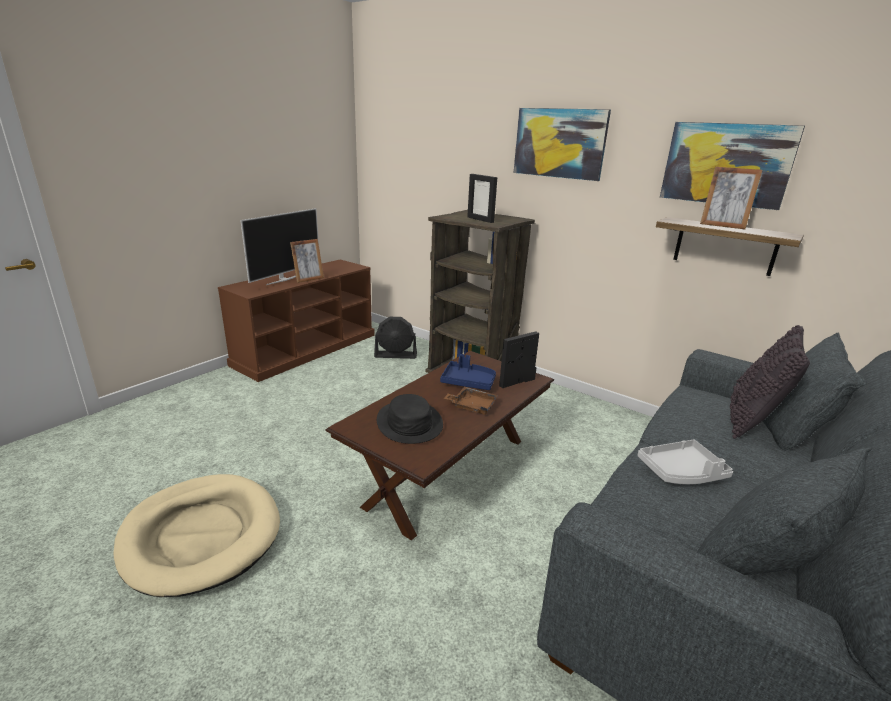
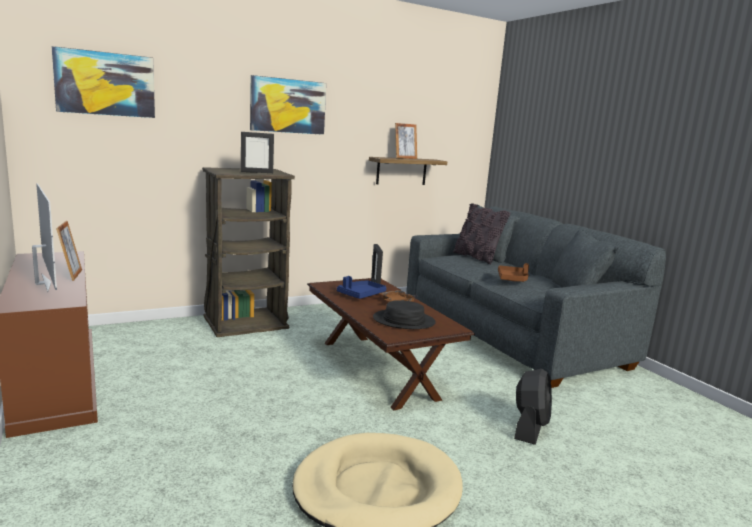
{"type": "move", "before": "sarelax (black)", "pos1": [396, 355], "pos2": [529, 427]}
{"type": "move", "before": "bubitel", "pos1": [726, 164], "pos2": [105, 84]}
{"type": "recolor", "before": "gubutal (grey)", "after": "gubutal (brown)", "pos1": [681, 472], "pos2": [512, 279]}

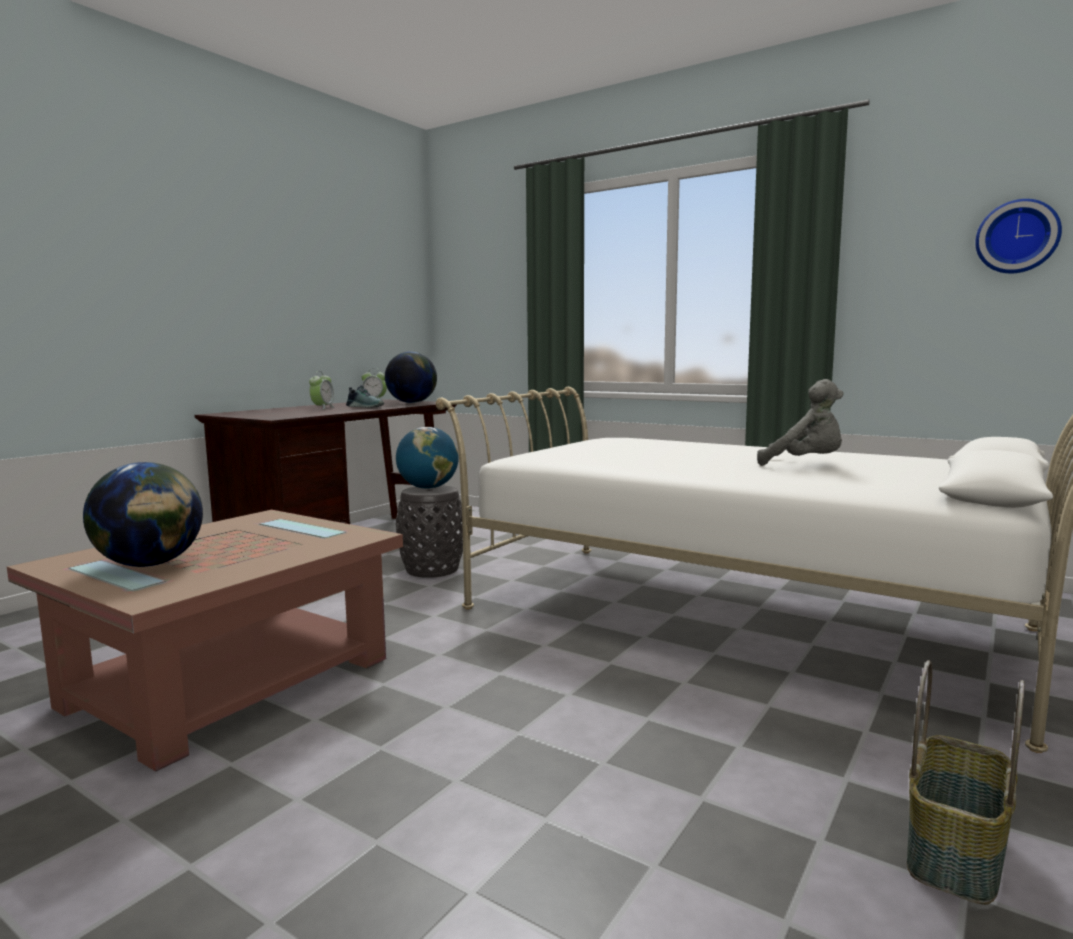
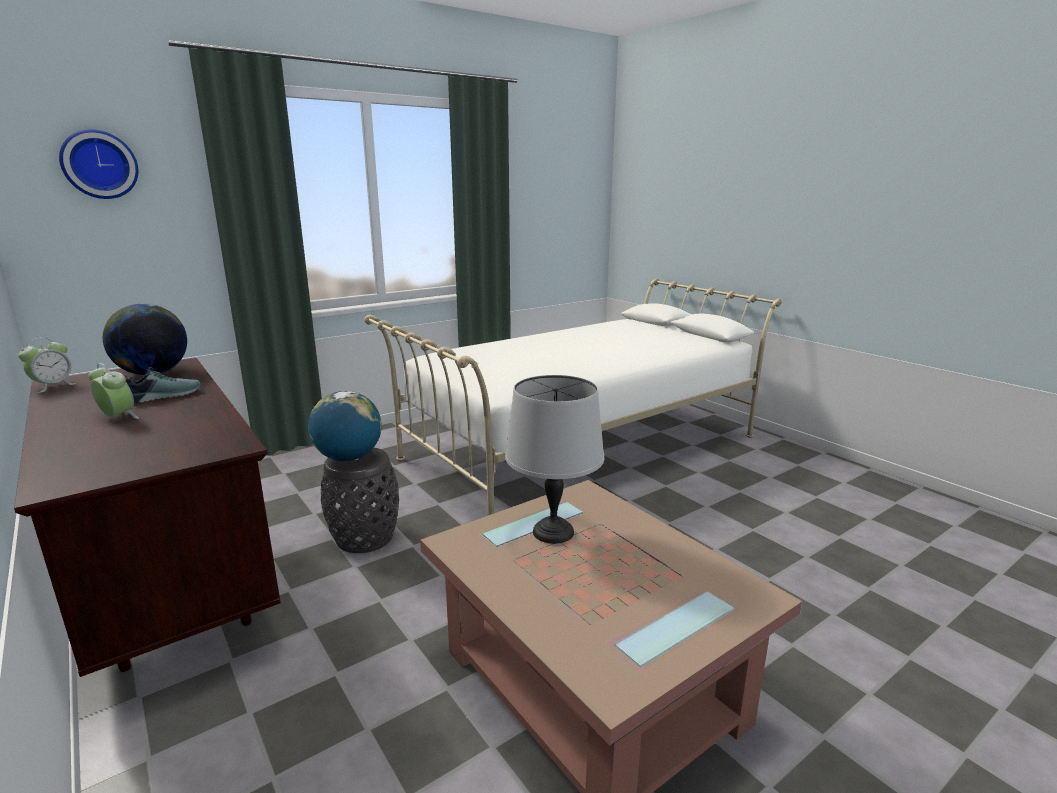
{"type": "delete", "before": "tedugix", "pos1": [150, 564]}
{"type": "delete", "before": "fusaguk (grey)", "pos1": [804, 464]}
{"type": "delete", "before": "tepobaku", "pos1": [957, 853]}
{"type": "insert", "after": "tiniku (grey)", "pos2": [552, 531]}
{"type": "move", "before": "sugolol", "pos1": [1017, 237], "pos2": [99, 164]}

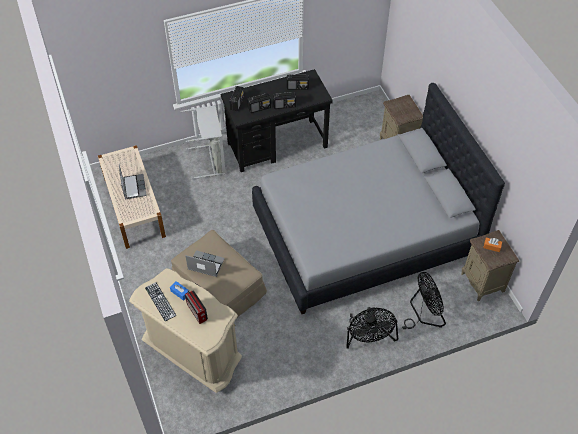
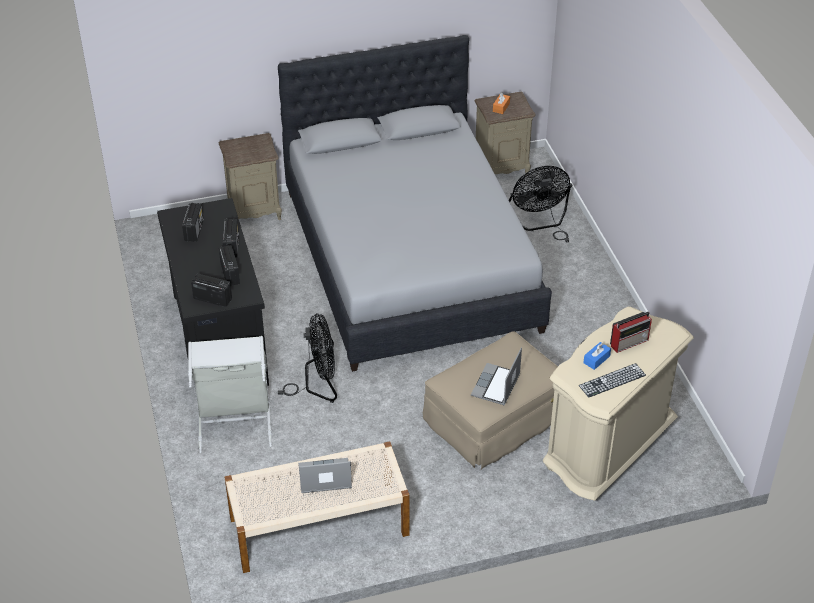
{"type": "move", "before": "sarelax (black)", "pos1": [367, 335], "pos2": [316, 379]}

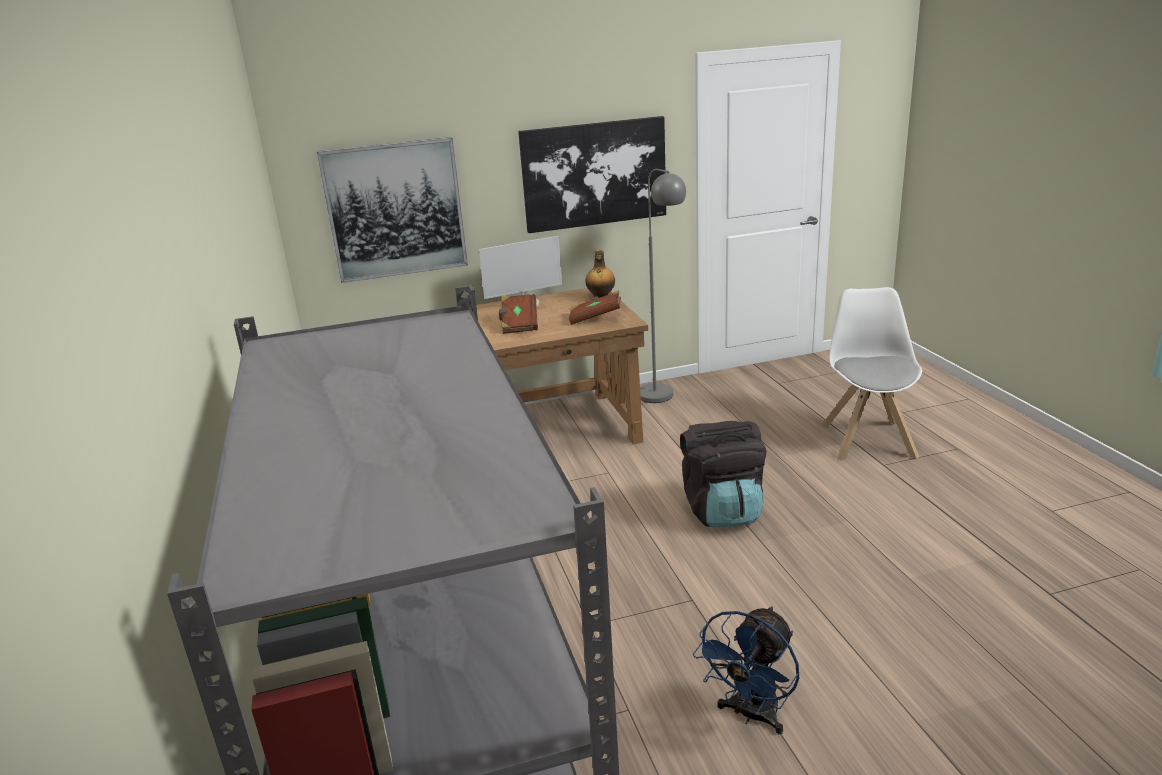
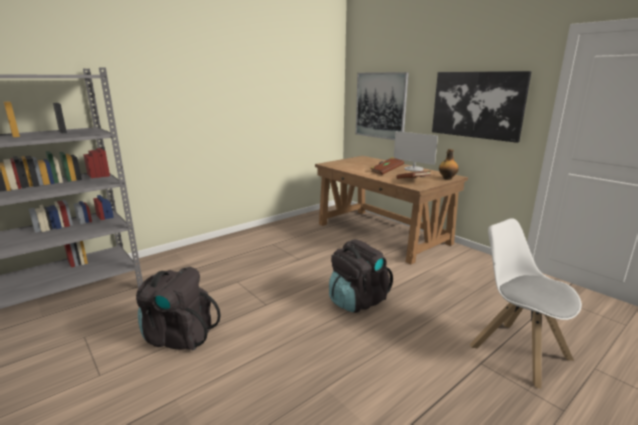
{"type": "delete", "before": "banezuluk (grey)", "pos1": [662, 399]}
{"type": "replace", "before": "sarelax (blue)", "after": "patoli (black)", "pos1": [751, 715], "pos2": [178, 336]}
{"type": "rotate", "before": "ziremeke", "pos1": [868, 438], "pos2": [517, 351], "turn": -105}

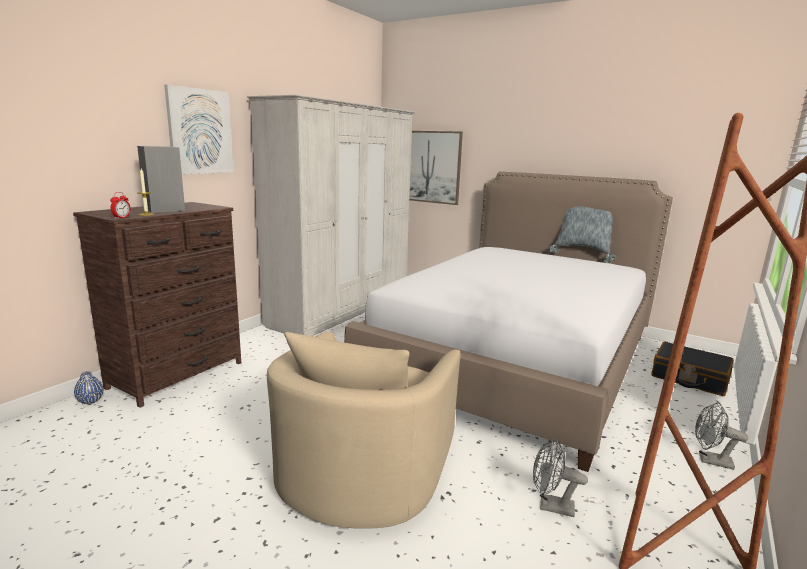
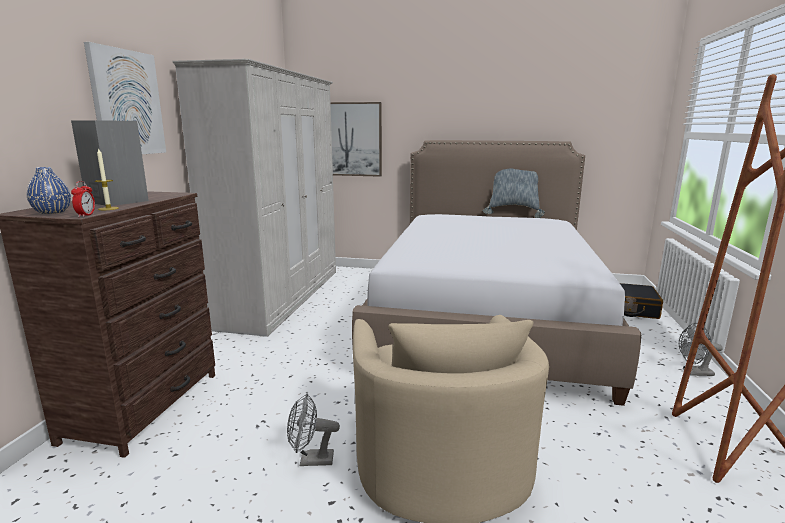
{"type": "move", "before": "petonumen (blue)", "pos1": [90, 400], "pos2": [52, 212]}
{"type": "move", "before": "sarelax (grey)", "pos1": [550, 506], "pos2": [311, 460]}

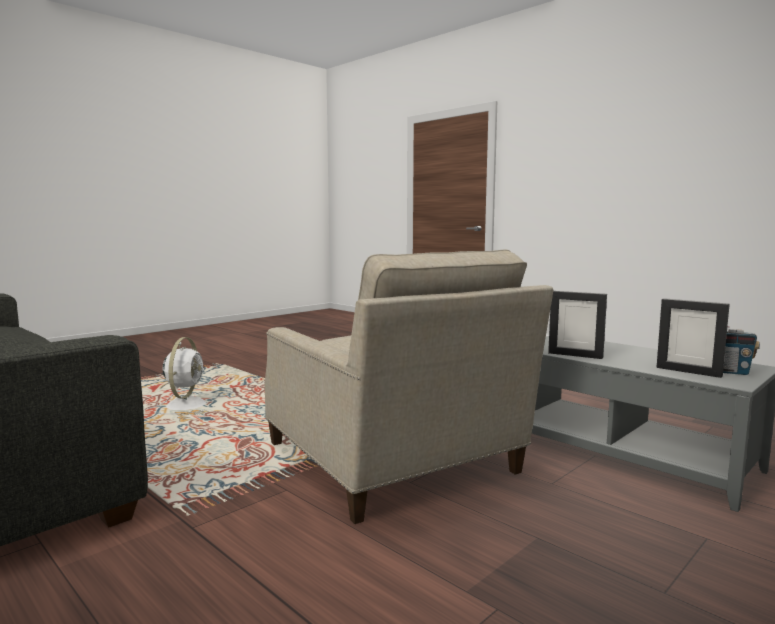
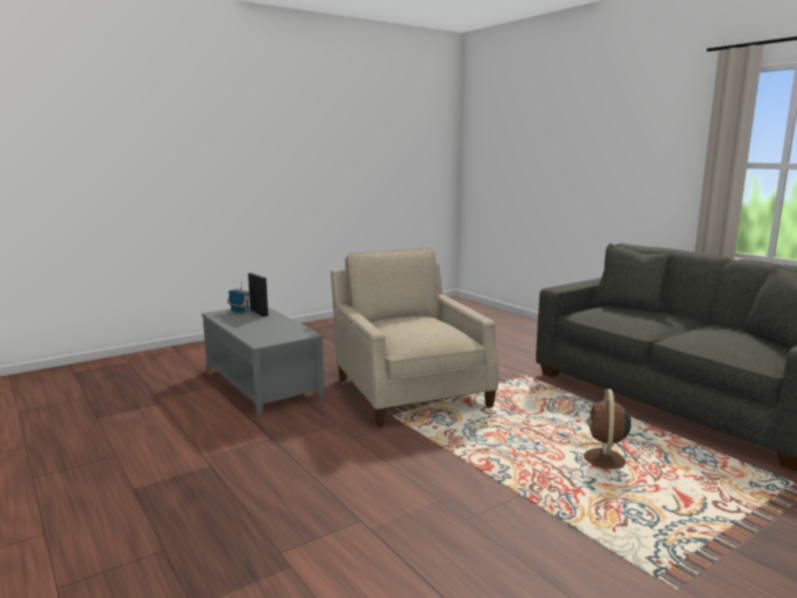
{"type": "delete", "before": "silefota", "pos1": [575, 355]}
{"type": "recolor", "before": "sarelax (white)", "after": "sarelax (brown)", "pos1": [187, 404], "pos2": [604, 460]}

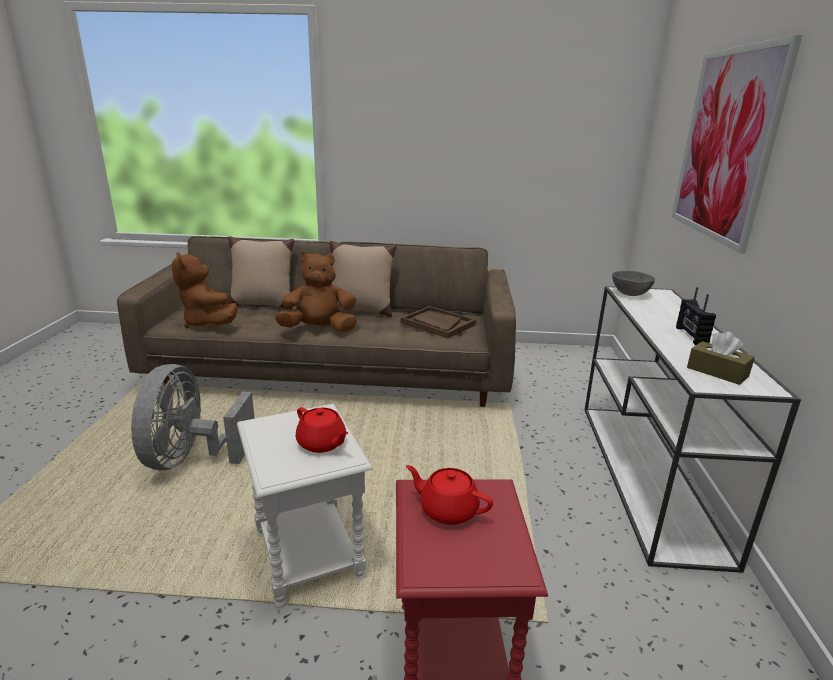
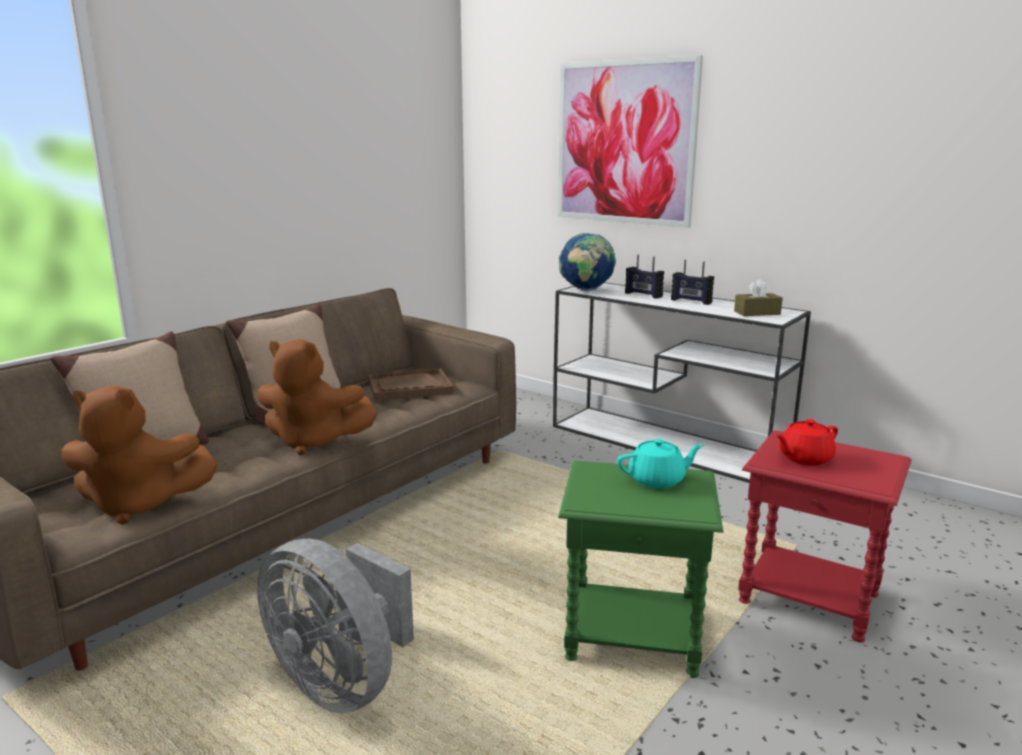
{"type": "insert", "after": "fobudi", "pos2": [643, 295]}
{"type": "replace", "before": "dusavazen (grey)", "after": "tedugix", "pos1": [629, 294], "pos2": [586, 290]}
{"type": "recolor", "before": "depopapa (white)", "after": "depopapa (green)", "pos1": [310, 554], "pos2": [632, 634]}
{"type": "recolor", "before": "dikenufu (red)", "after": "dikenufu (turquoise)", "pos1": [322, 443], "pos2": [657, 480]}
{"type": "rotate", "before": "fusaguk (brown)", "pos1": [319, 329], "pos2": [314, 442], "turn": -105}

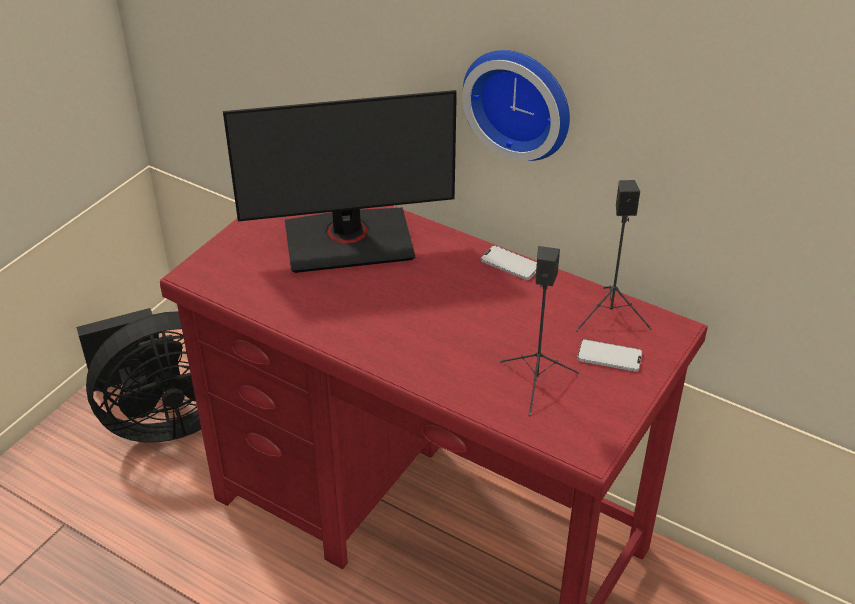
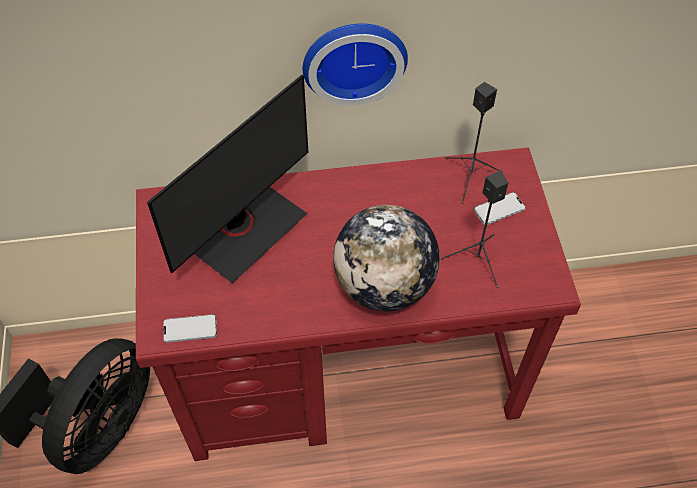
{"type": "insert", "after": "tedugix", "pos2": [384, 285]}
{"type": "move", "before": "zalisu", "pos1": [510, 264], "pos2": [190, 329]}

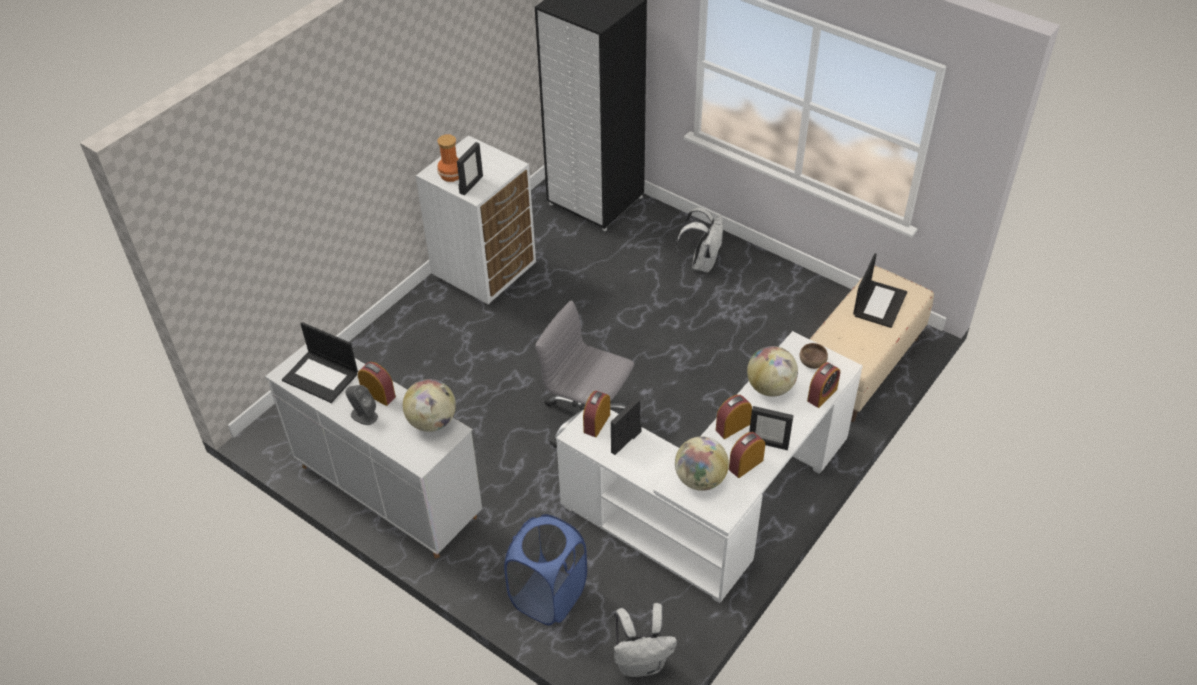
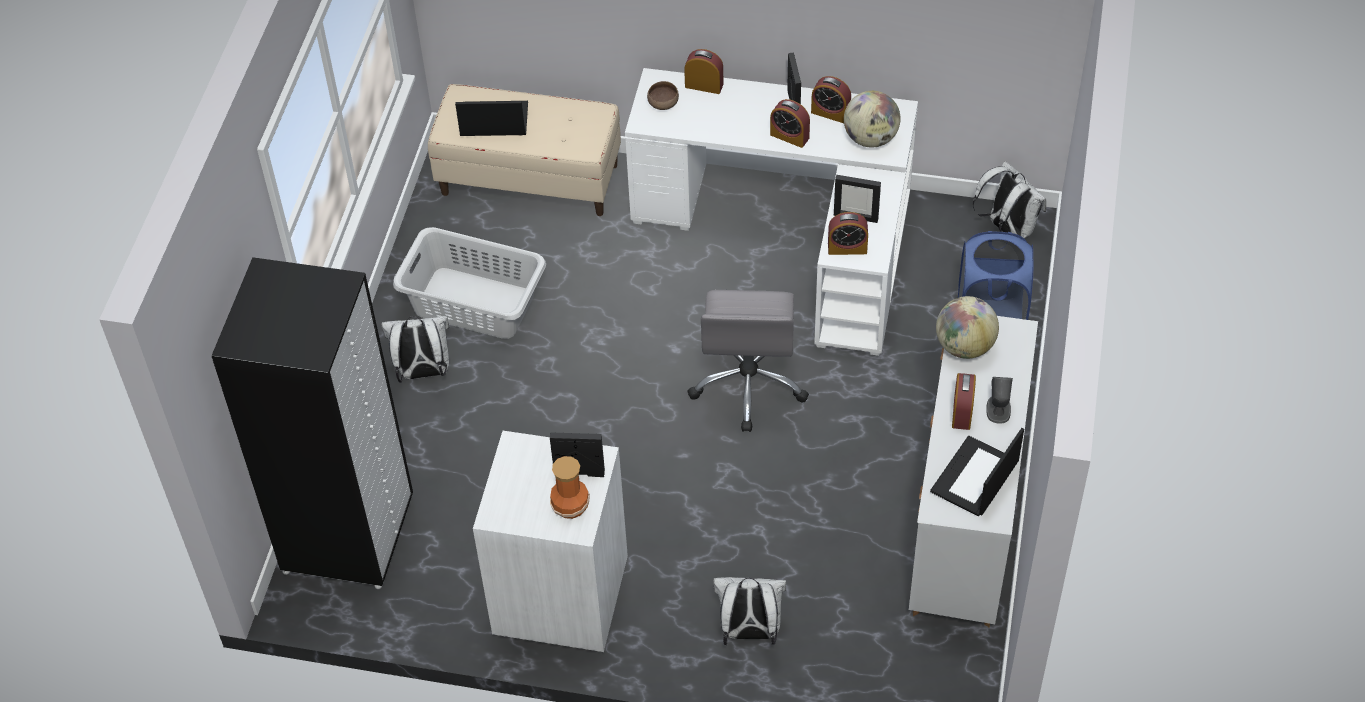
{"type": "delete", "before": "tedugix", "pos1": [770, 387]}
{"type": "insert", "after": "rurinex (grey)", "pos2": [474, 302]}
{"type": "insert", "after": "patoli (white)", "pos2": [749, 632]}
{"type": "rotate", "before": "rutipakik", "pos1": [321, 376], "pos2": [975, 478], "turn": -150}

